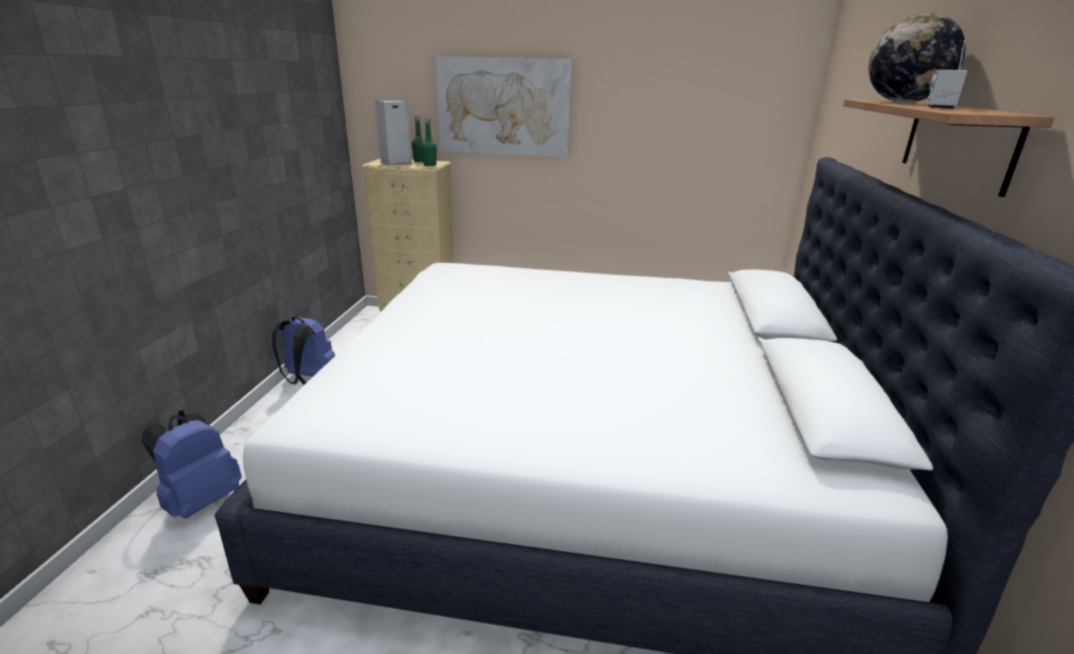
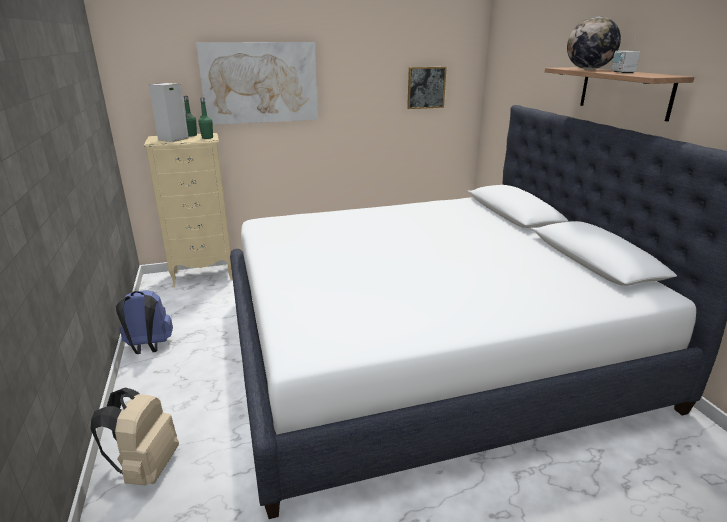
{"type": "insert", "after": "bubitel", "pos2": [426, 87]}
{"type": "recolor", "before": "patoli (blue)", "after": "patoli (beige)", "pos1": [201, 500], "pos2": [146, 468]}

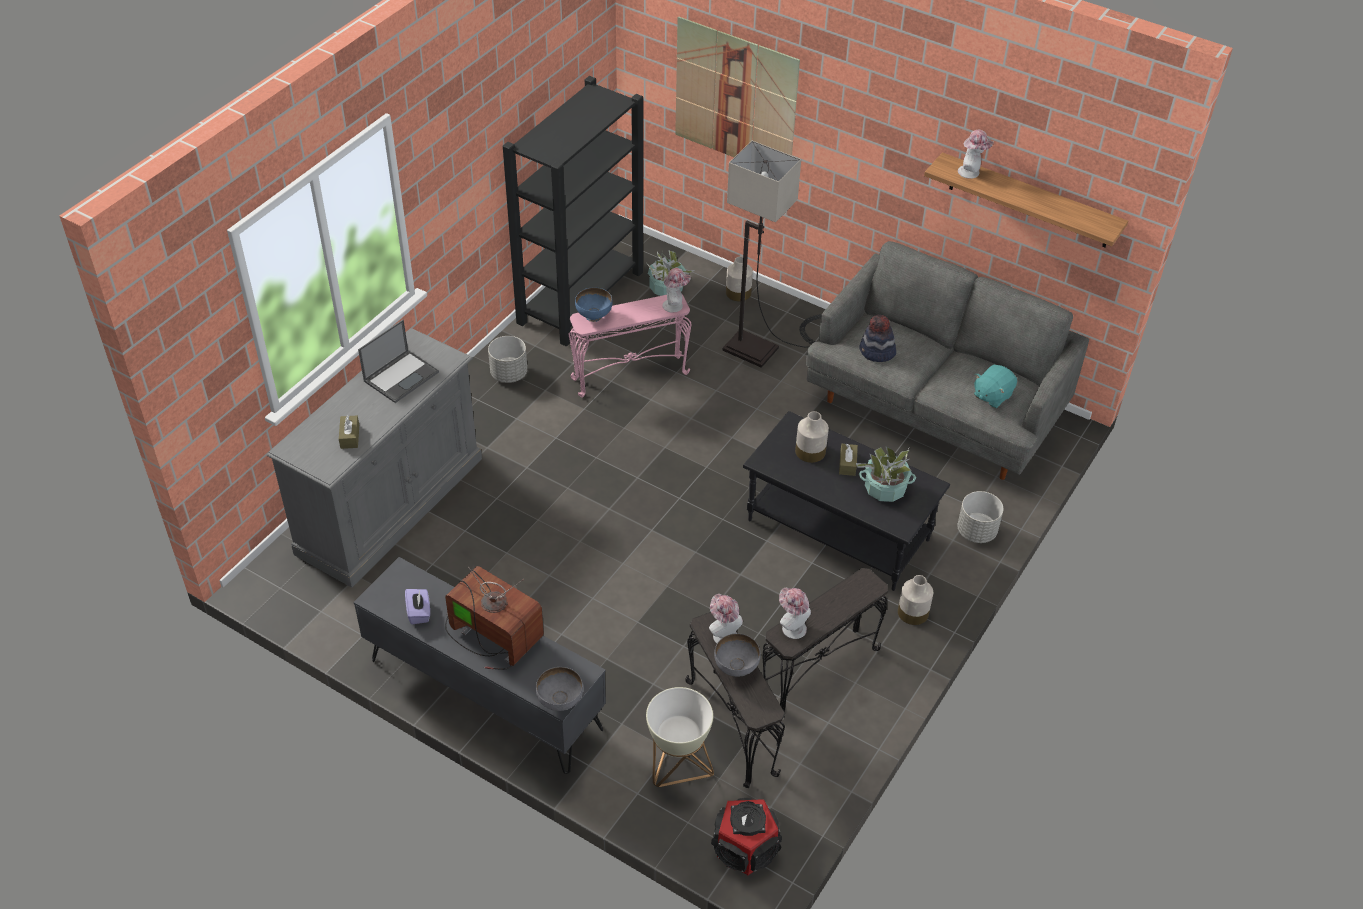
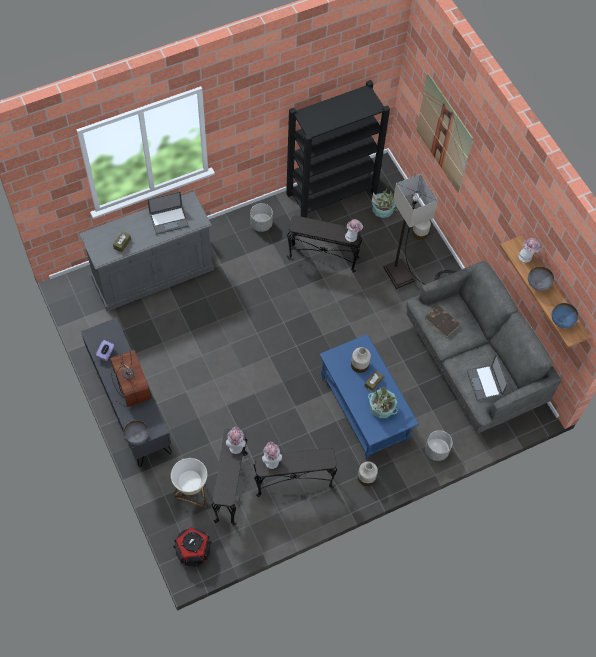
{"type": "move", "before": "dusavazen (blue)", "pos1": [594, 316], "pos2": [561, 322]}
{"type": "move", "before": "dusavazen (grey)", "pos1": [736, 668], "pos2": [538, 285]}
{"type": "replace", "before": "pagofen", "after": "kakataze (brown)", "pos1": [877, 352], "pos2": [442, 322]}
{"type": "replace", "before": "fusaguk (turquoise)", "after": "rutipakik", "pos1": [992, 395], "pos2": [485, 383]}
{"type": "recolor", "before": "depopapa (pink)", "after": "depopapa (black)", "pos1": [630, 377], "pos2": [322, 258]}
{"type": "recolor", "before": "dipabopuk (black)", "after": "dipabopuk (blue)", "pos1": [839, 529], "pos2": [365, 409]}

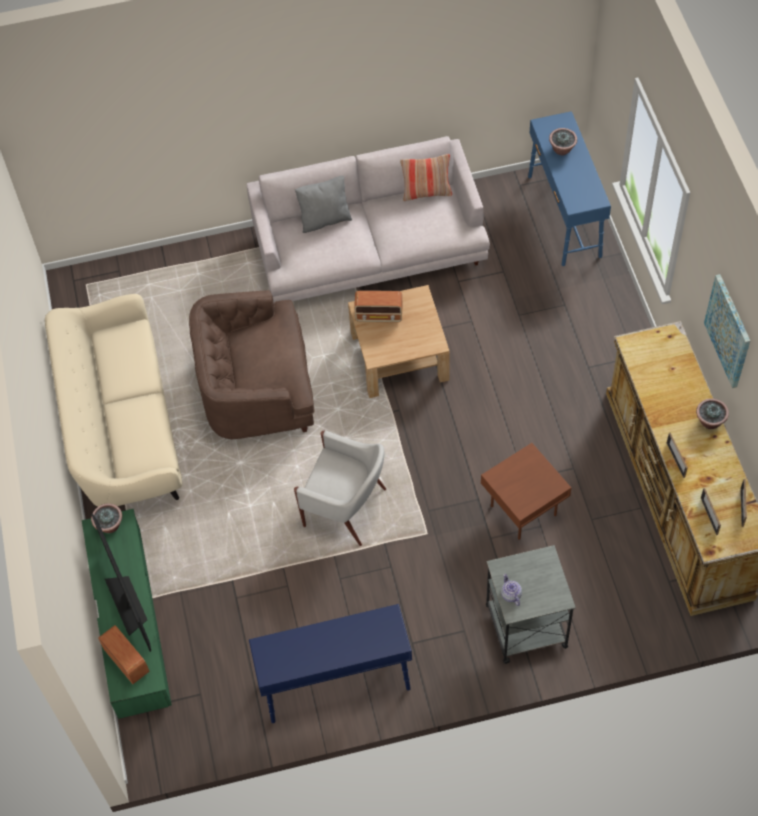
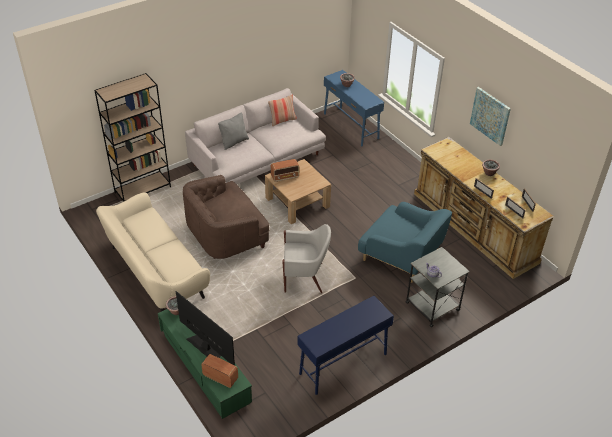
{"type": "insert", "after": "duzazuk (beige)", "pos2": [143, 189]}
{"type": "replace", "before": "depopapa (brown)", "after": "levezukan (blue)", "pos1": [523, 512], "pos2": [401, 255]}

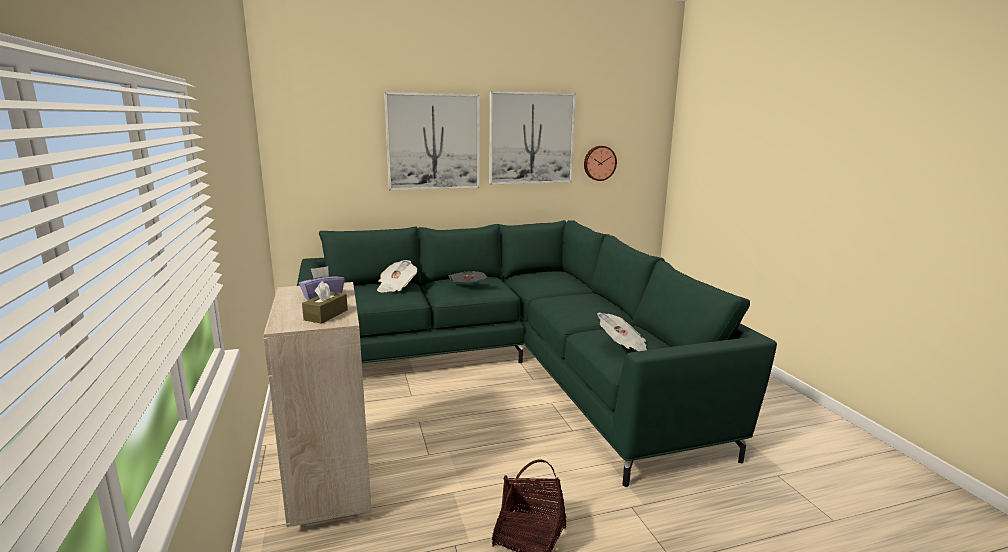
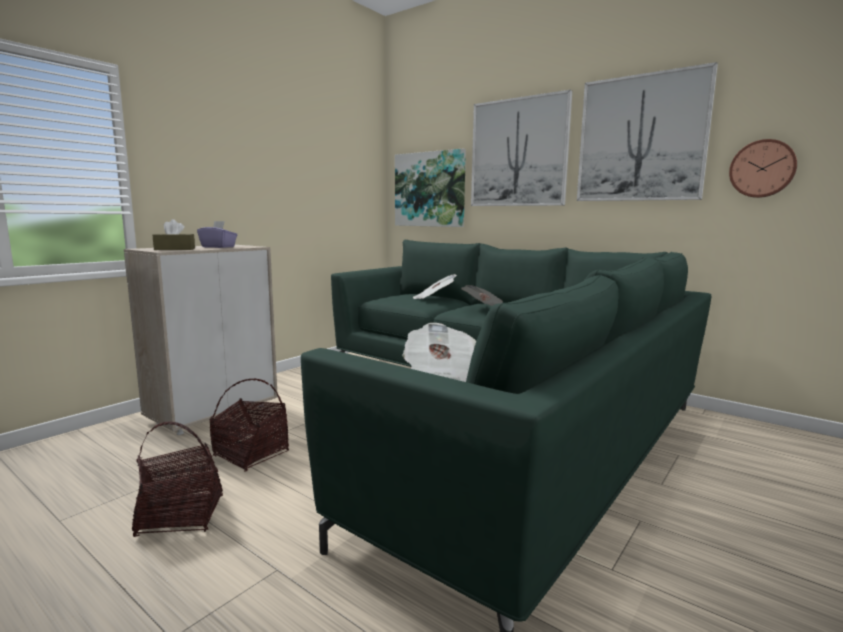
{"type": "insert", "after": "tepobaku", "pos2": [251, 454]}
{"type": "insert", "after": "bubitel", "pos2": [429, 189]}

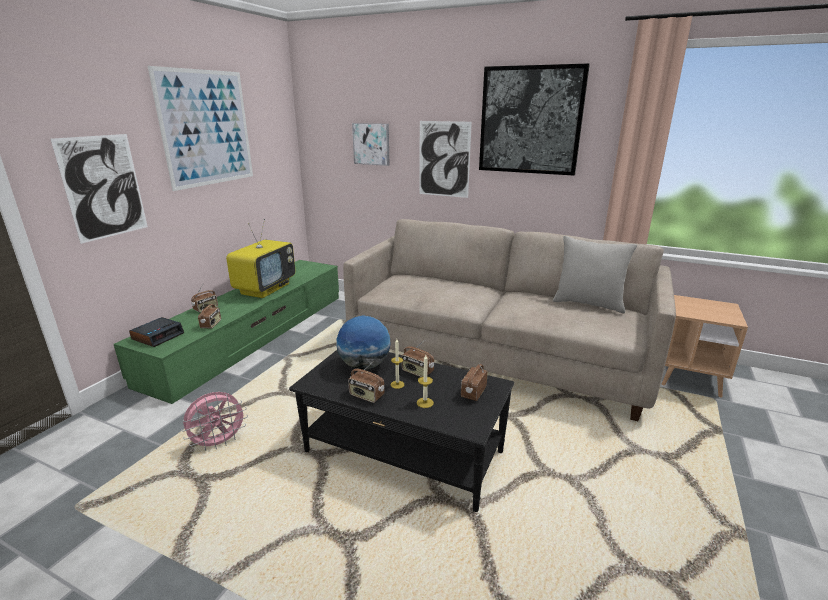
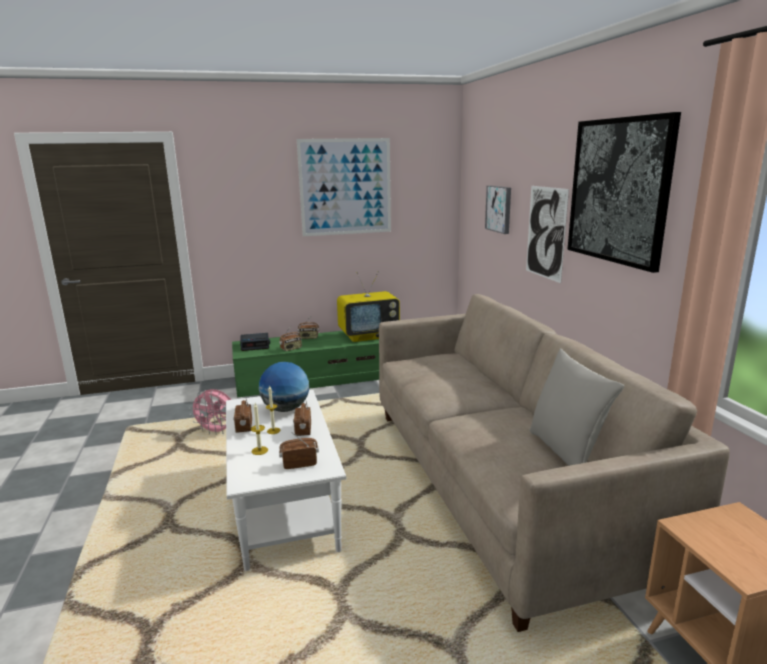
{"type": "delete", "before": "bubitel", "pos1": [104, 187]}
{"type": "recolor", "before": "dipabopuk (black)", "after": "dipabopuk (white)", "pos1": [404, 452], "pos2": [284, 503]}

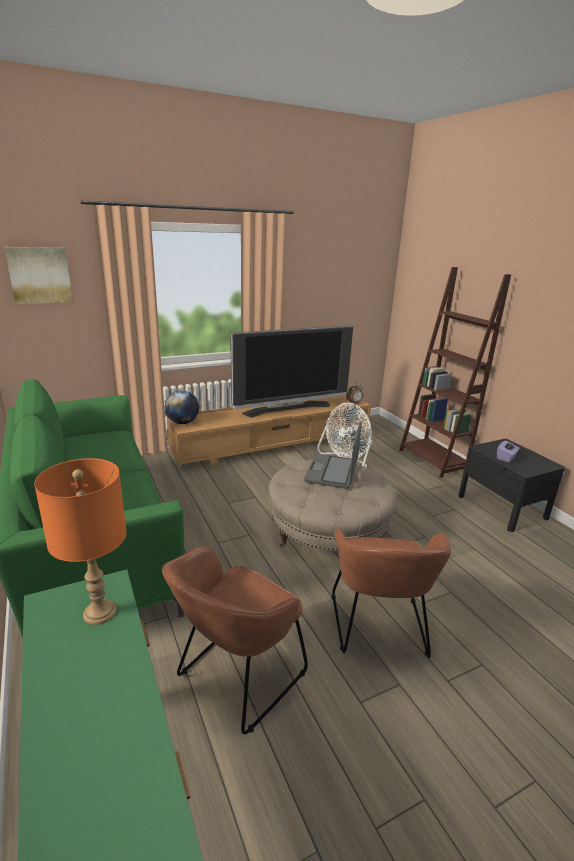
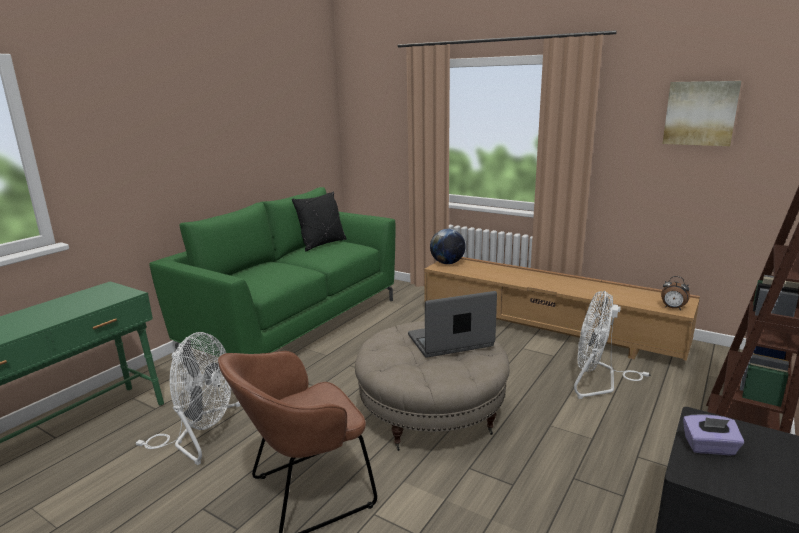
{"type": "delete", "before": "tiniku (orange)", "pos1": [100, 612]}
{"type": "delete", "before": "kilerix", "pos1": [288, 409]}
{"type": "insert", "after": "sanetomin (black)", "pos2": [322, 244]}
{"type": "move", "before": "bubitel", "pos1": [40, 275], "pos2": [700, 113]}
{"type": "replace", "before": "levezukan (brown)", "after": "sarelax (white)", "pos1": [236, 677], "pos2": [199, 433]}

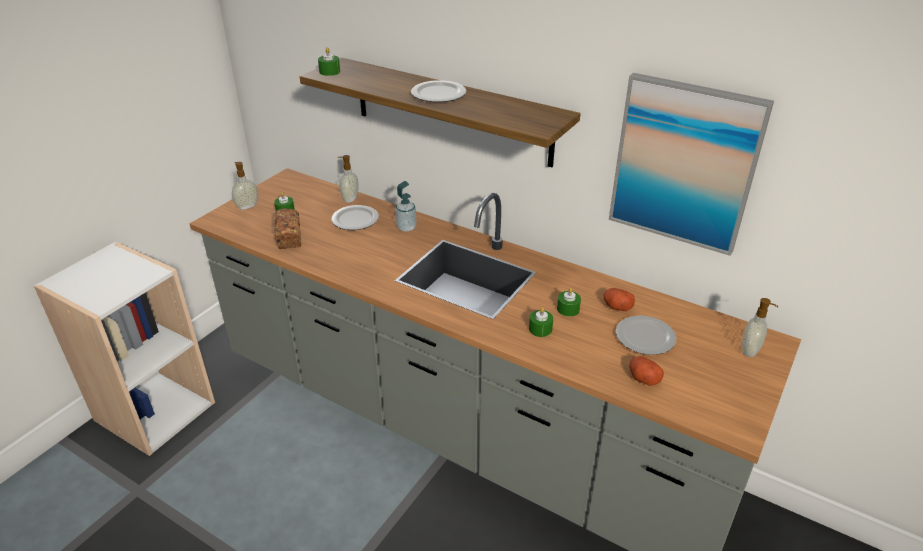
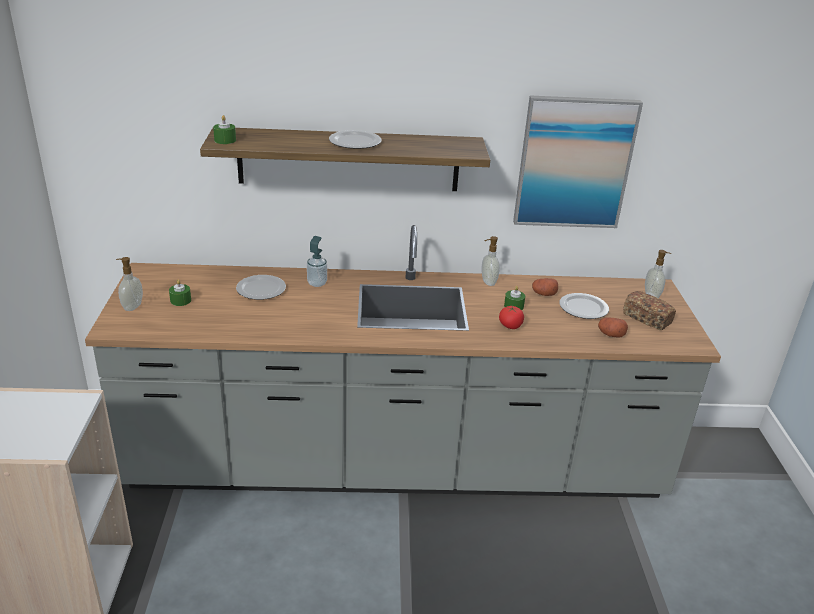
{"type": "move", "before": "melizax", "pos1": [289, 237], "pos2": [647, 319]}
{"type": "move", "before": "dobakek", "pos1": [349, 199], "pos2": [488, 282]}
{"type": "replace", "before": "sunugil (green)", "after": "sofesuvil", "pos1": [540, 329], "pos2": [510, 326]}

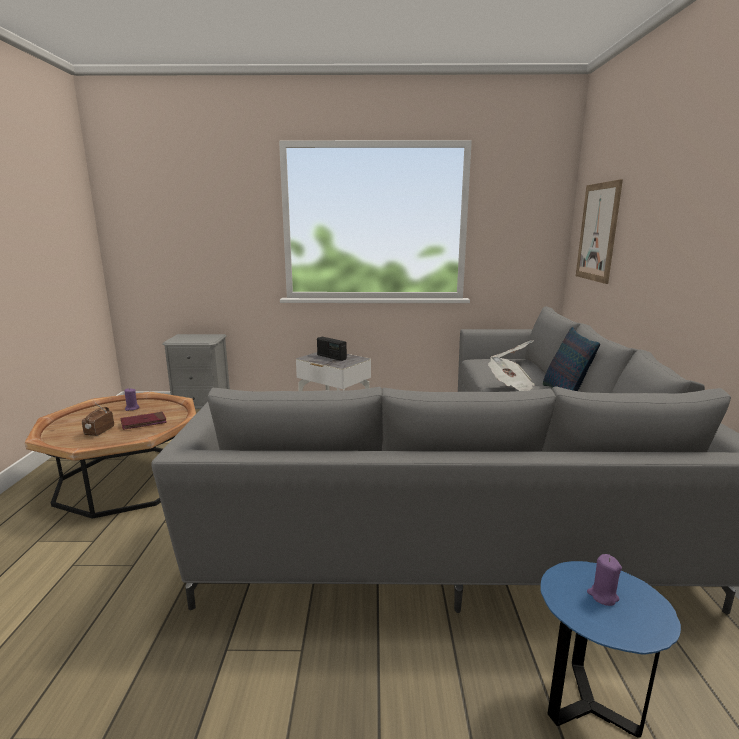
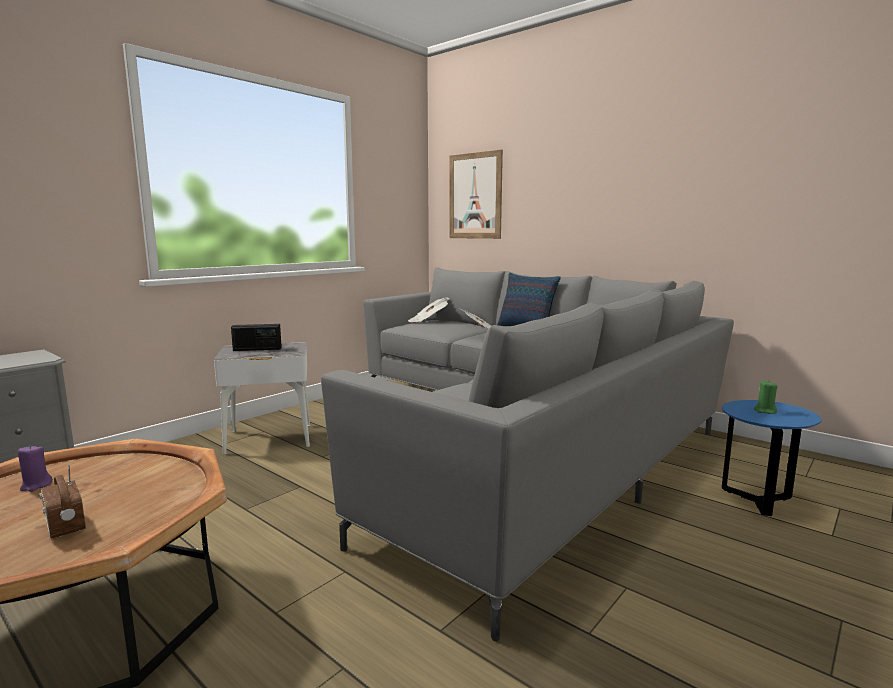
{"type": "delete", "before": "kakataze (red)", "pos1": [144, 423]}
{"type": "recolor", "before": "sunugil (purple)", "after": "sunugil (green)", "pos1": [602, 596], "pos2": [764, 411]}

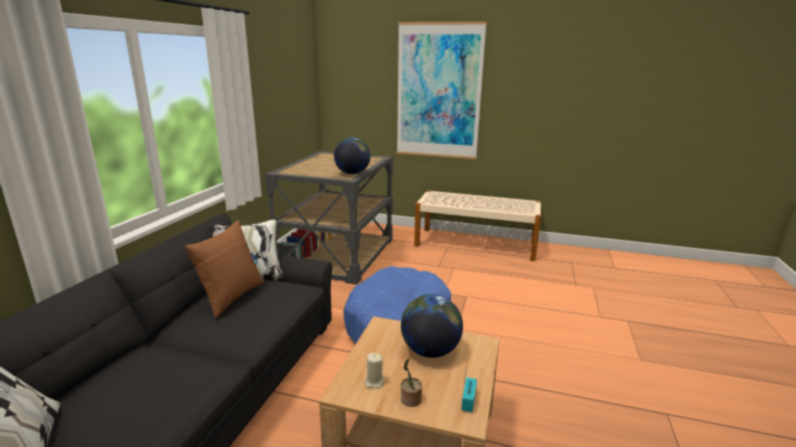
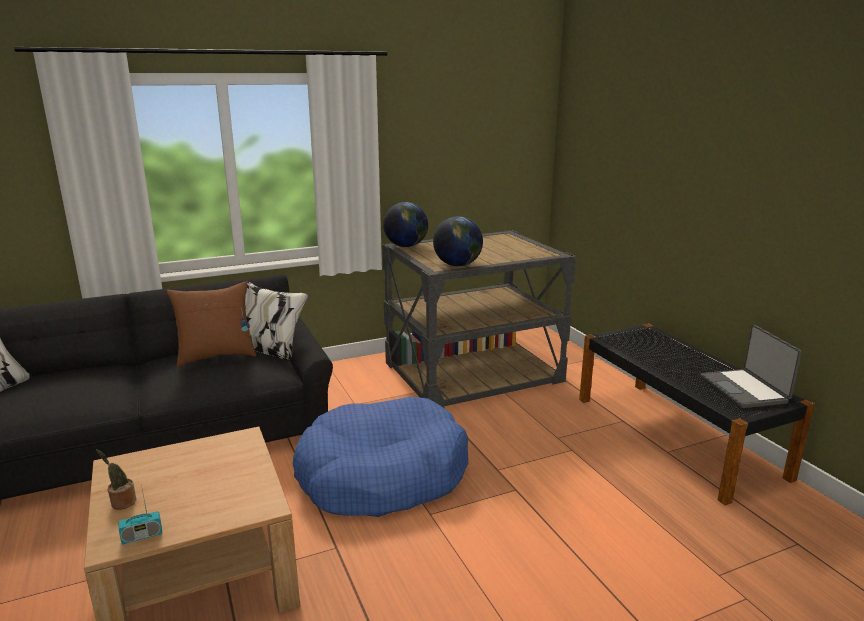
{"type": "delete", "before": "sunugil (beige)", "pos1": [374, 382]}
{"type": "delete", "before": "bubitel", "pos1": [438, 92]}
{"type": "insert", "after": "rutipakik", "pos2": [744, 389]}
{"type": "move", "before": "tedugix", "pos1": [430, 351], "pos2": [406, 246]}
{"type": "recolor", "before": "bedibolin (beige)", "after": "bedibolin (black)", "pos1": [475, 243], "pos2": [676, 435]}

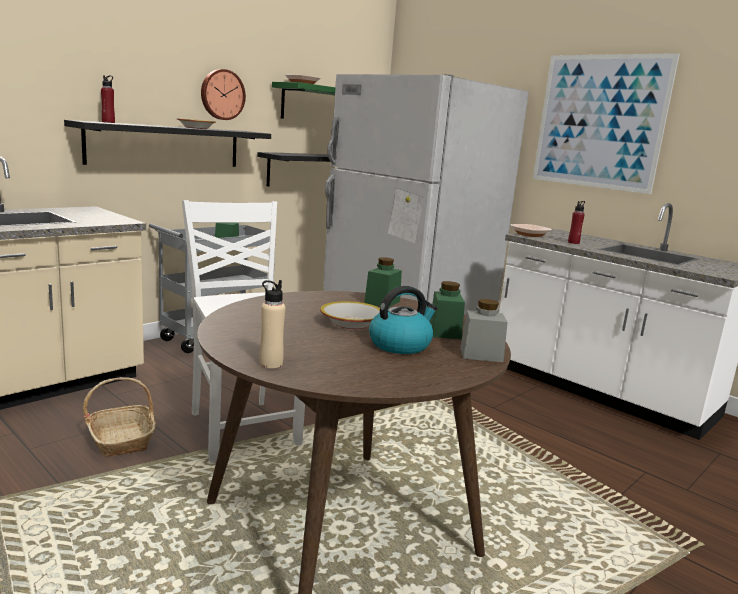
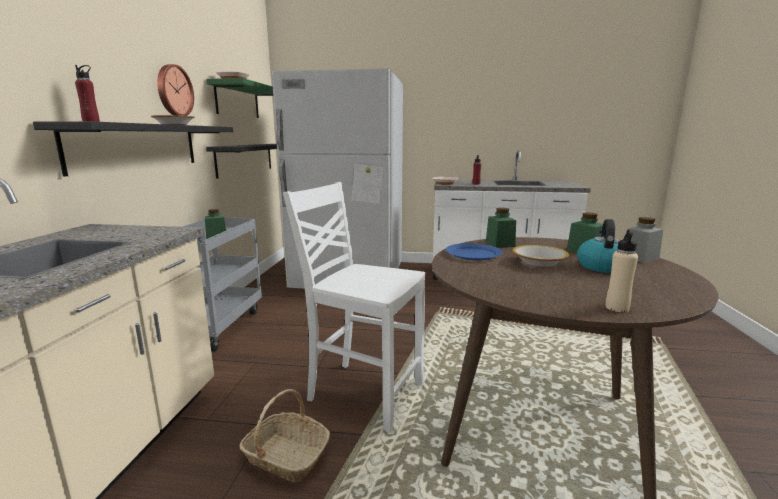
{"type": "delete", "before": "bubitel", "pos1": [599, 122]}
{"type": "insert", "after": "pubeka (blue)", "pos2": [473, 254]}

